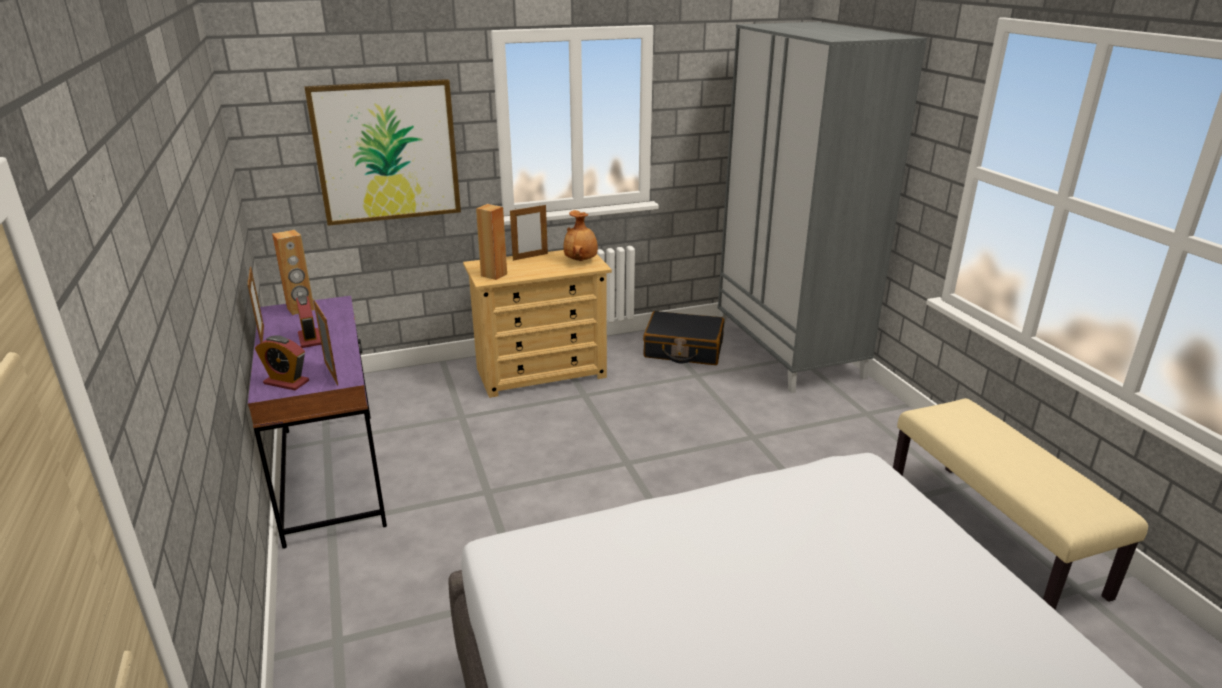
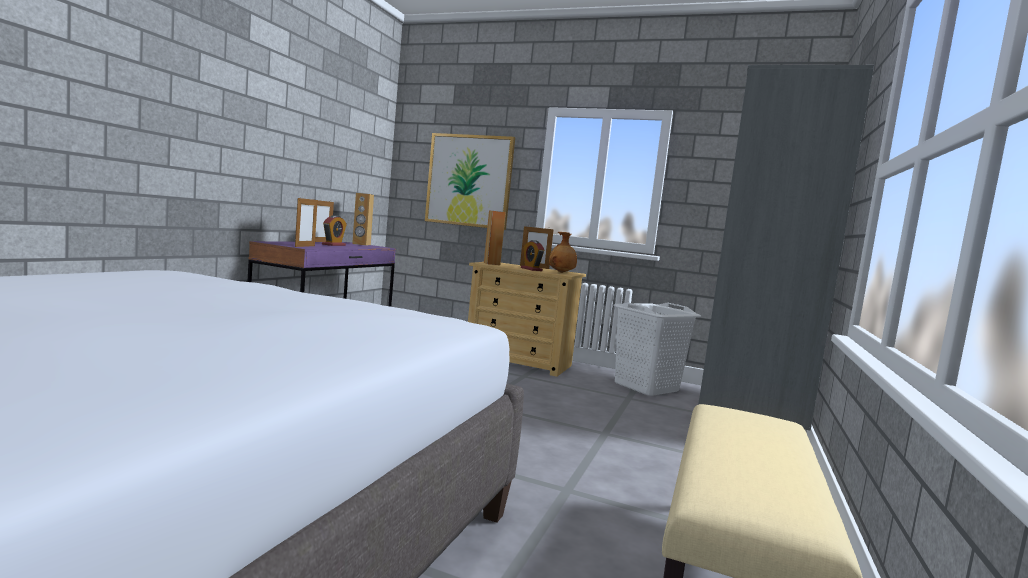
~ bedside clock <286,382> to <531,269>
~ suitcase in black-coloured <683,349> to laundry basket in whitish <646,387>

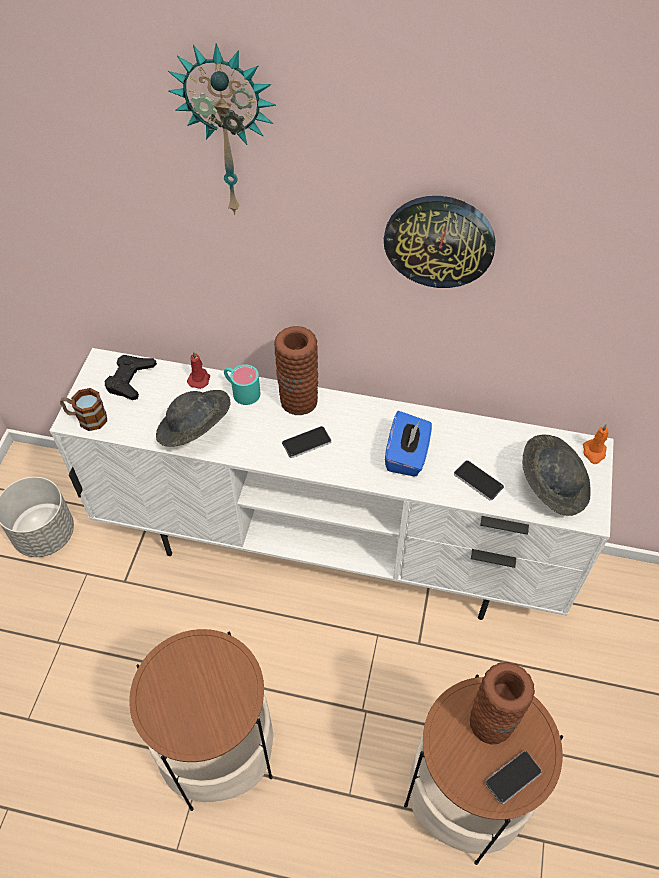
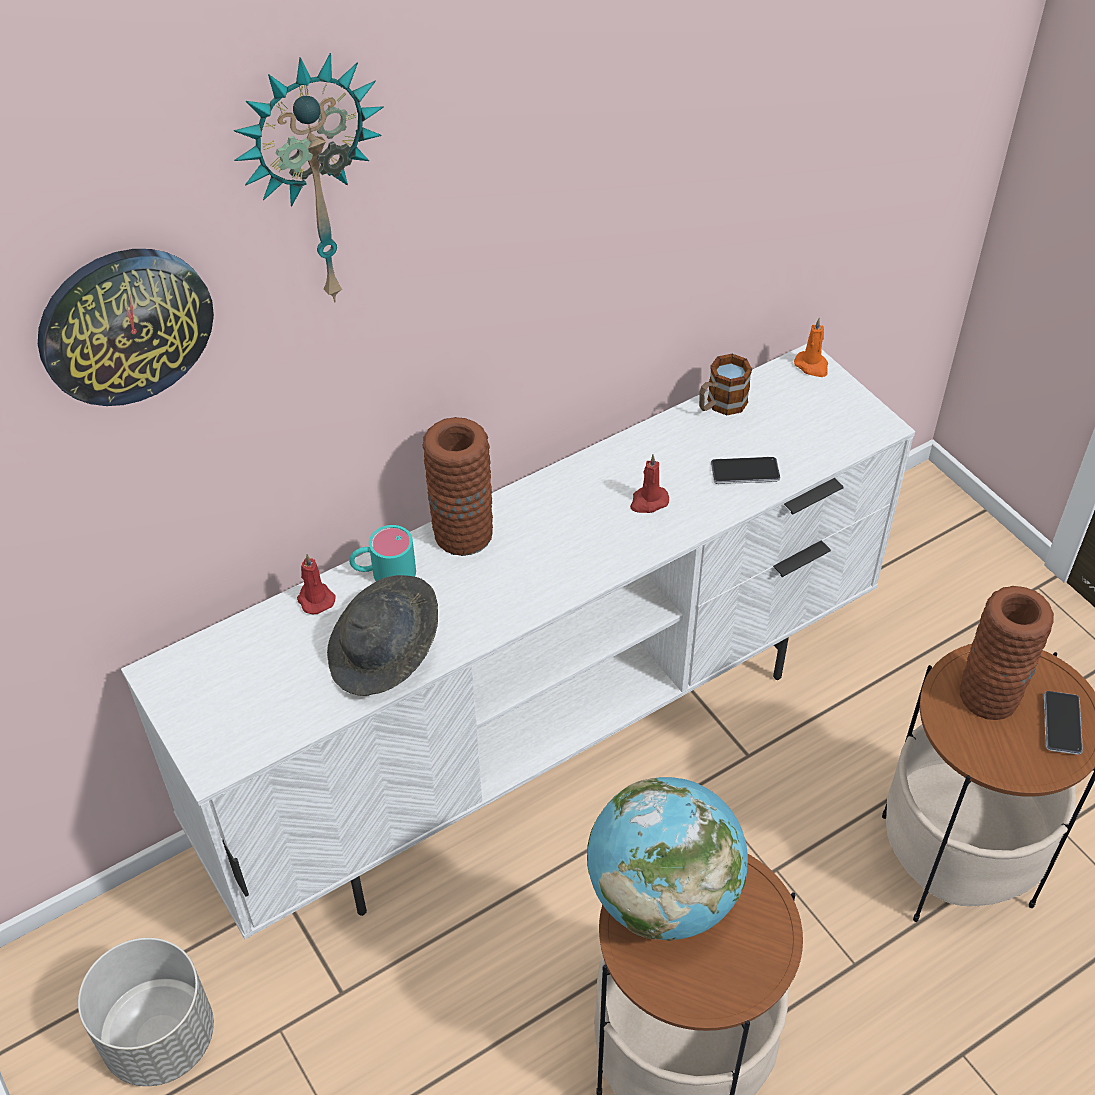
~ coffee mug <86,418> to <720,405>
- joypad in black-coloured <130,380>
- telephone <306,442>
~ wall clock <439,241> to <125,325>
~ tissue holder in blue-coloured <407,456> to candle in reddish <648,501>
- wearable hat in grey <552,485>
+ globe <663,896>

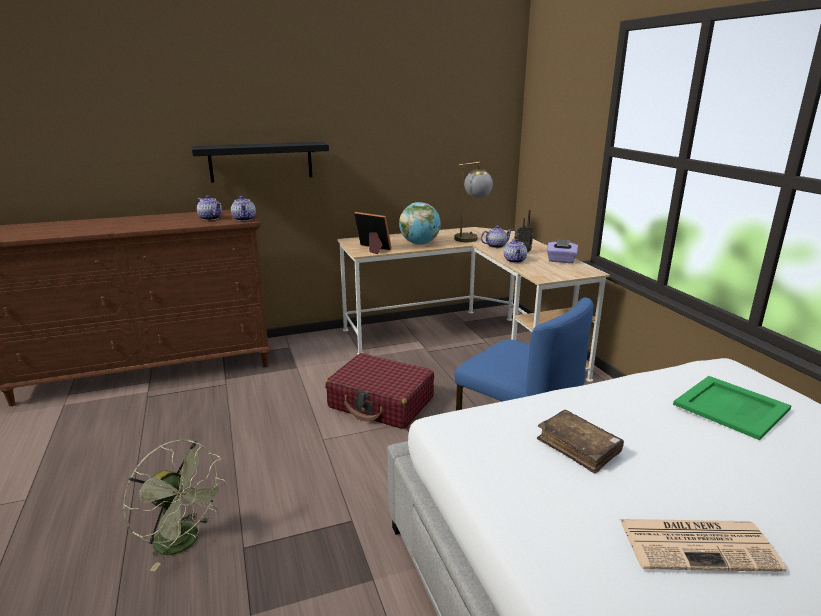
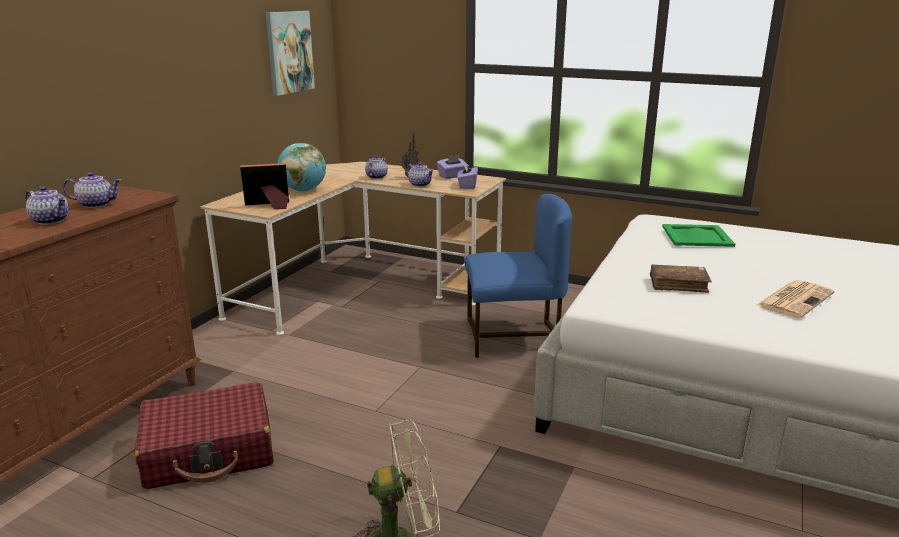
- bracket shelf in black-coloured <261,161>
~ teapot <245,219> to <51,220>
~ suitcase in reddish <381,403> to <209,451>
- table lamp <471,237>
+ picture <289,52>
+ tissue holder in purplish <467,186>

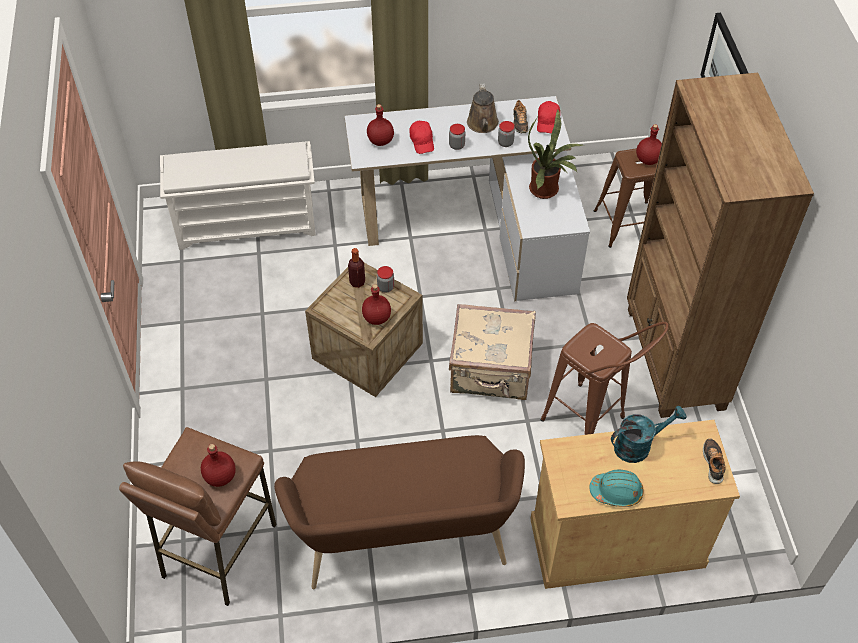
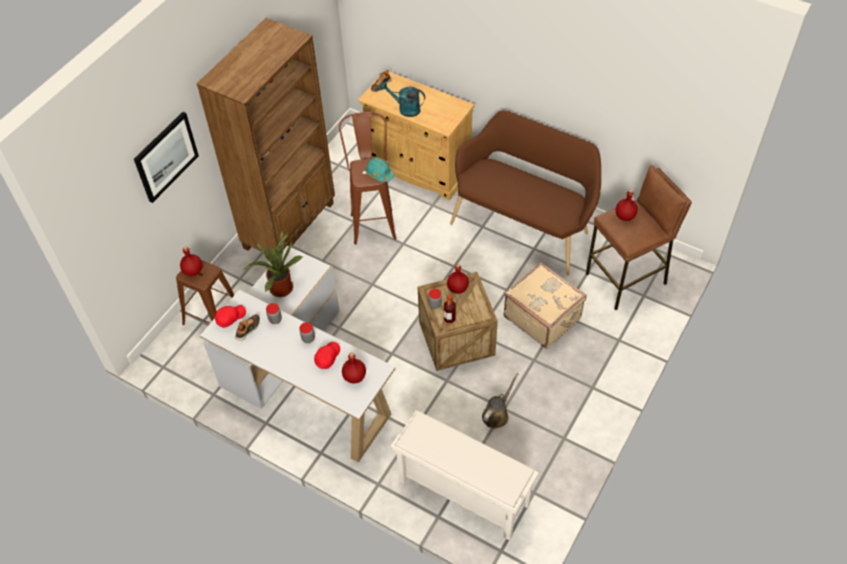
~ suitcase in sand-coloured <491,370> to <542,317>
~ sprinkling can in brownish <483,125> to <497,414>
~ work helmet in blue-green <616,492> to <379,173>

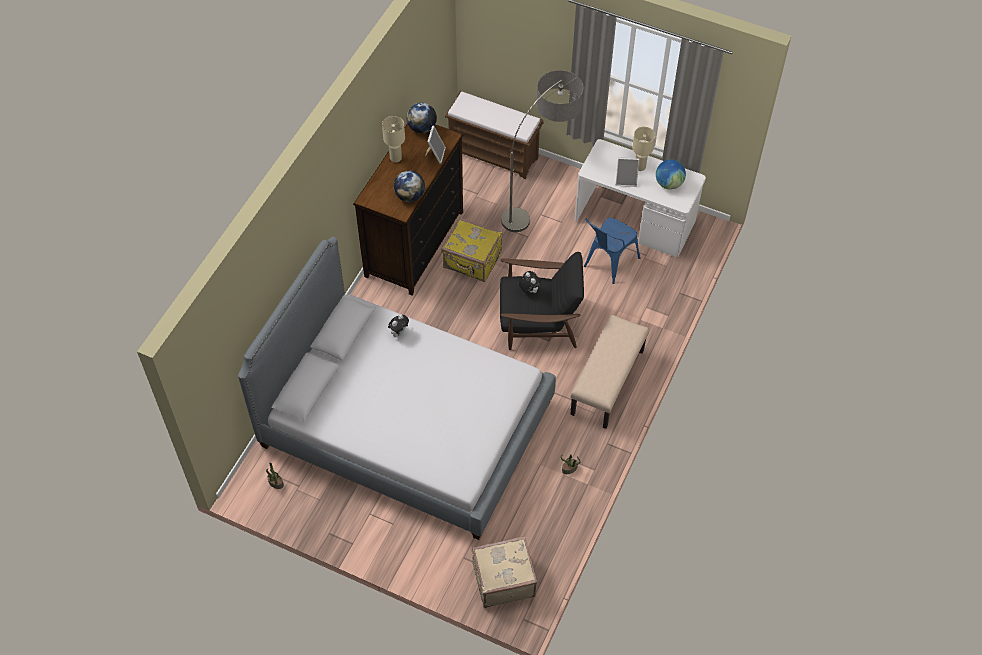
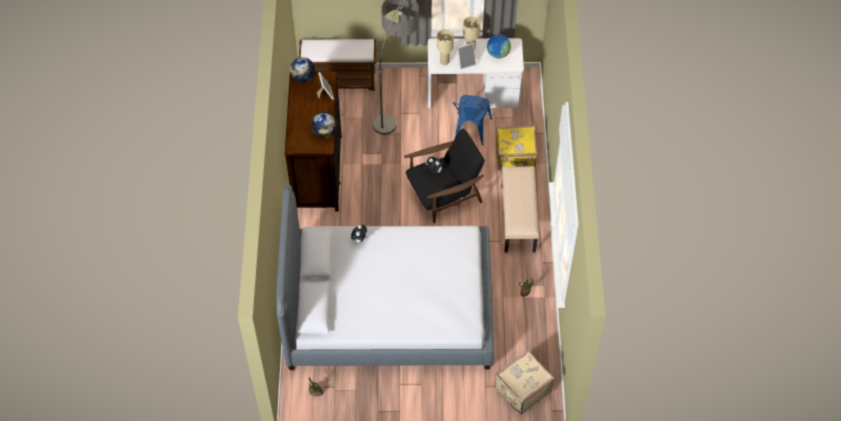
~ table lamp in sand-coloured <395,158> to <444,61>
~ suitcase in yellowish <472,261> to <515,157>

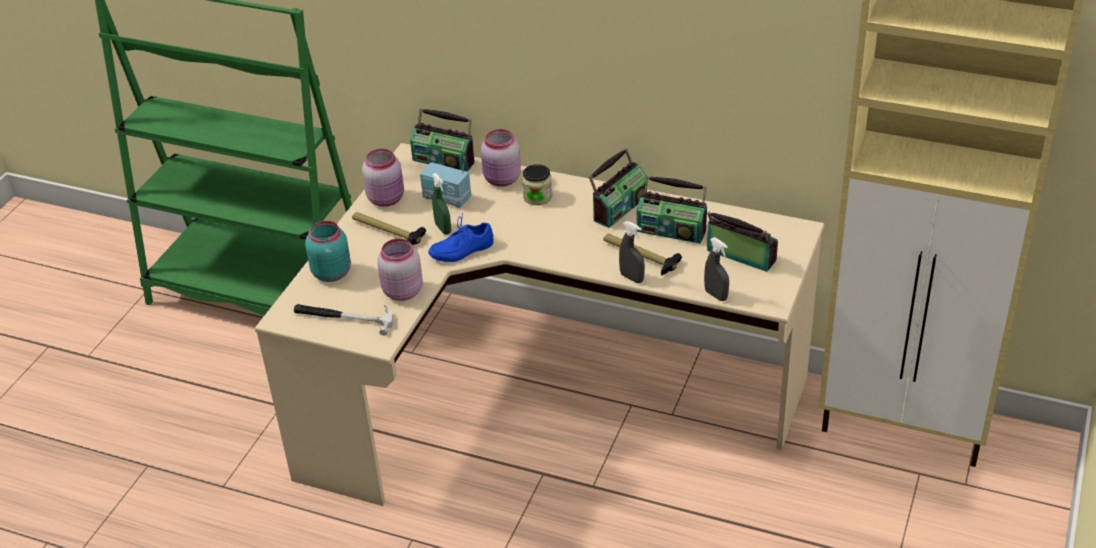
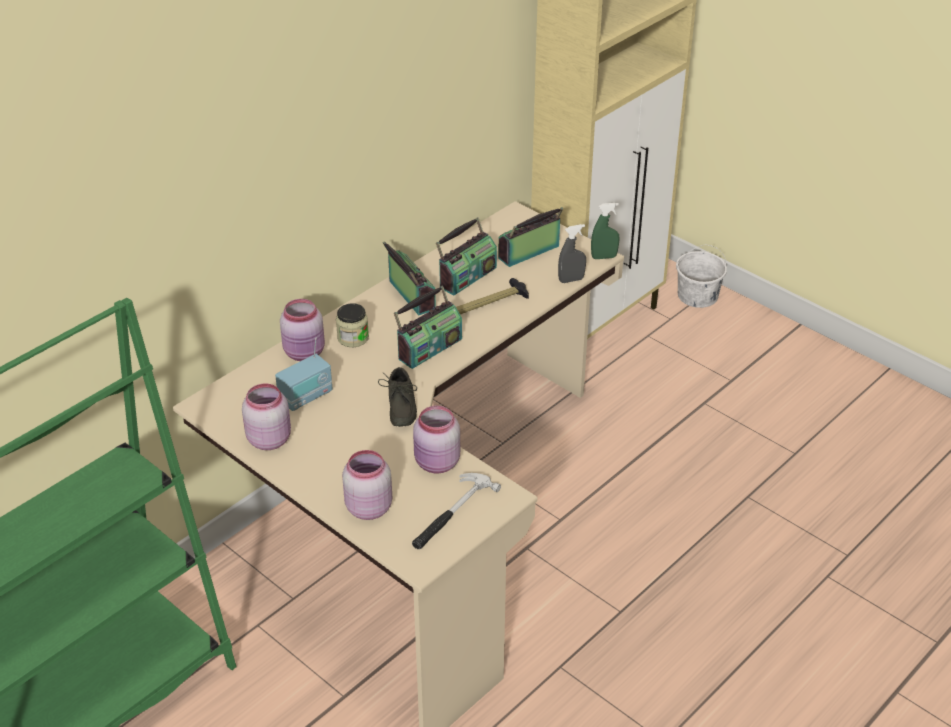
~ storage jar in blue-green <332,272> to storage jar in pink-coloured <367,507>
- hammer <386,232>
~ radio receiver <444,160> to <429,348>
~ low shoe in blue-coloured <460,250> to low shoe in grey <399,408>
~ sprayer in green <443,228> to <604,257>
- sprayer in grey <632,278>
+ pail in whitish <698,296>

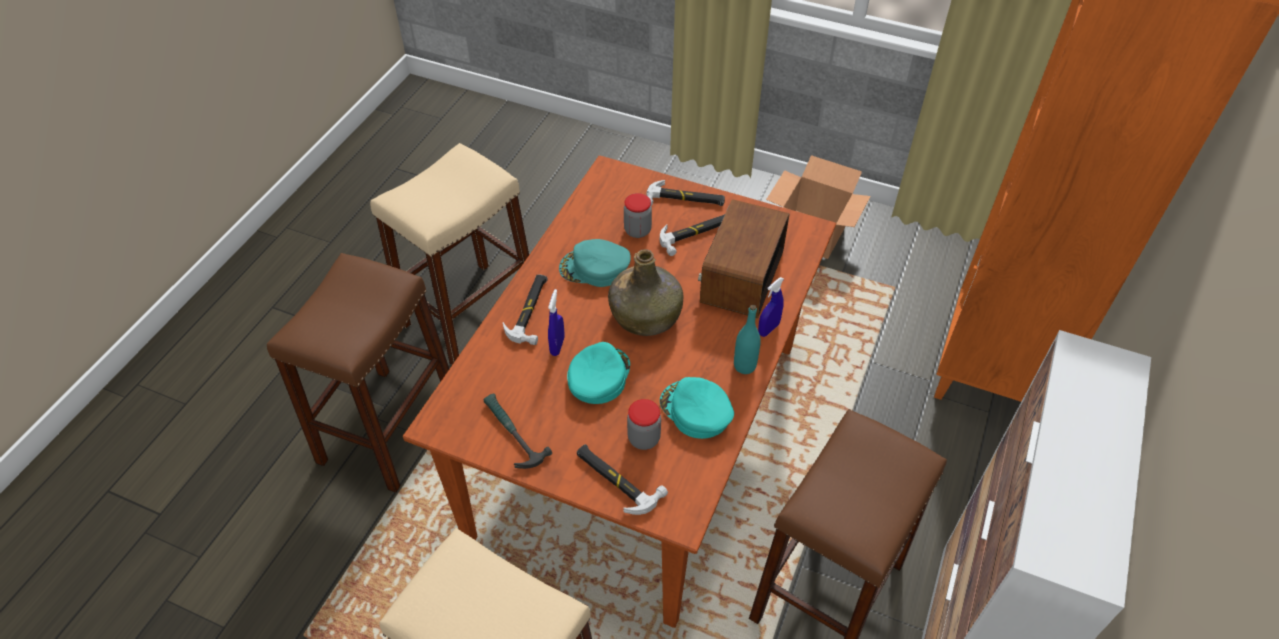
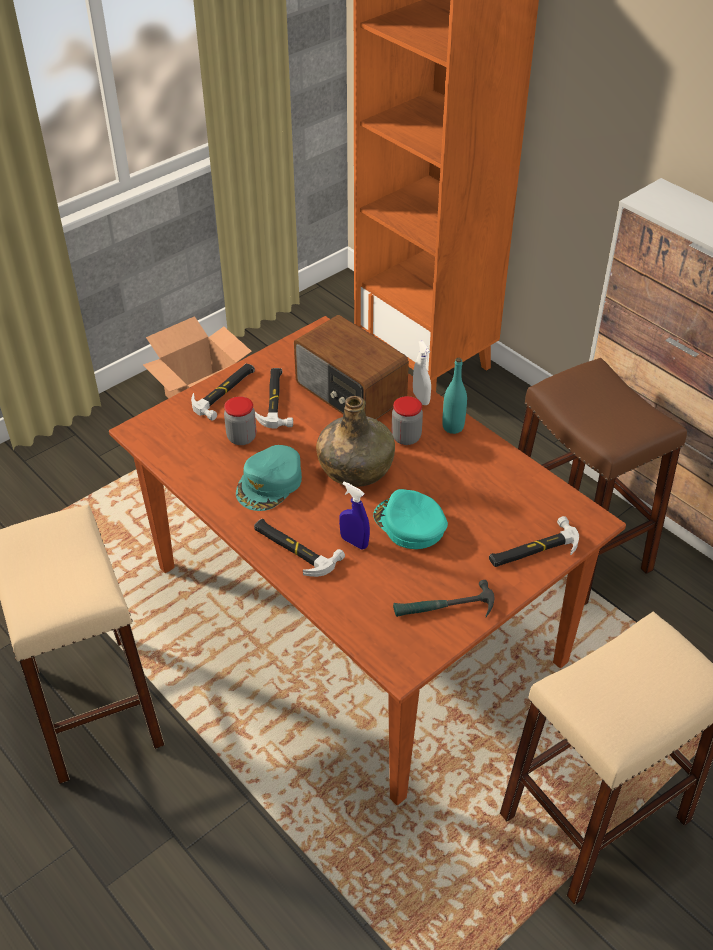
- sitting stool in brownish <389,428>
~ storage jar <644,438> to <406,437>
- baseball cap in blue-green <696,411>
~ sprayer in blue-coloured <768,329> to sprayer in whitish <421,398>

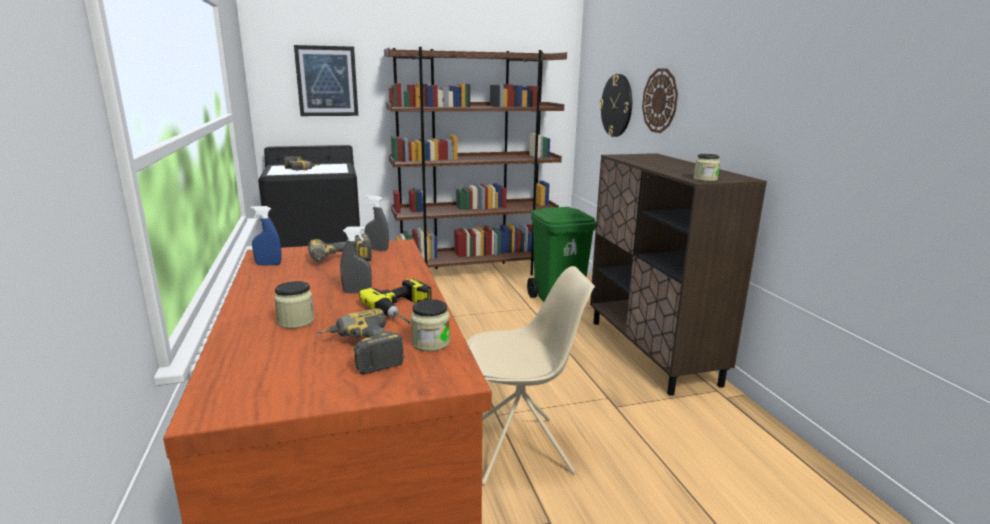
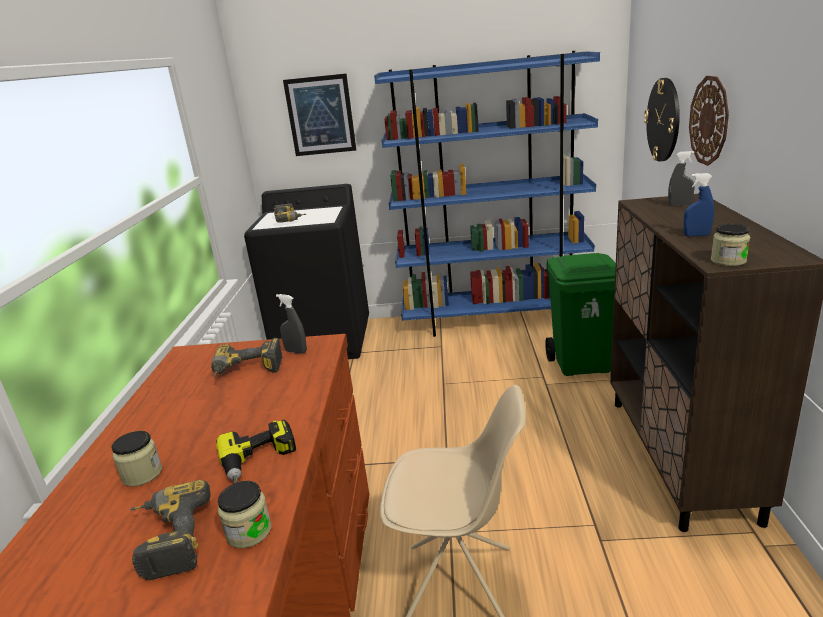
~ sprayer in blue-coloured <268,264> to <696,235>
~ sprayer in grey <357,292> to <679,205>
~ shelving unit in brownish <475,272> to shelving unit in blue-coloured <495,320>

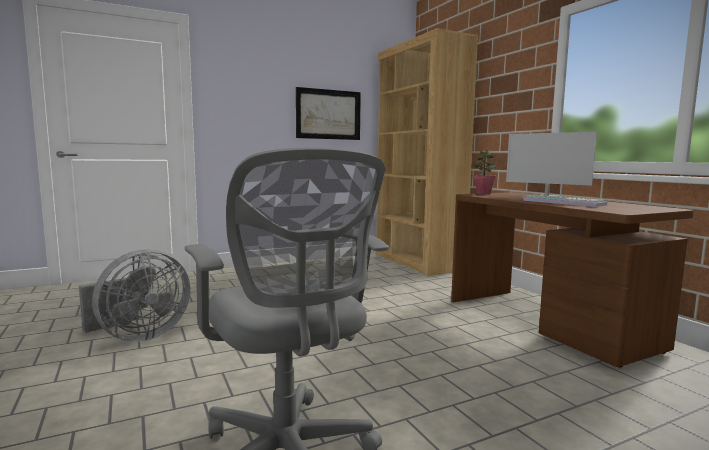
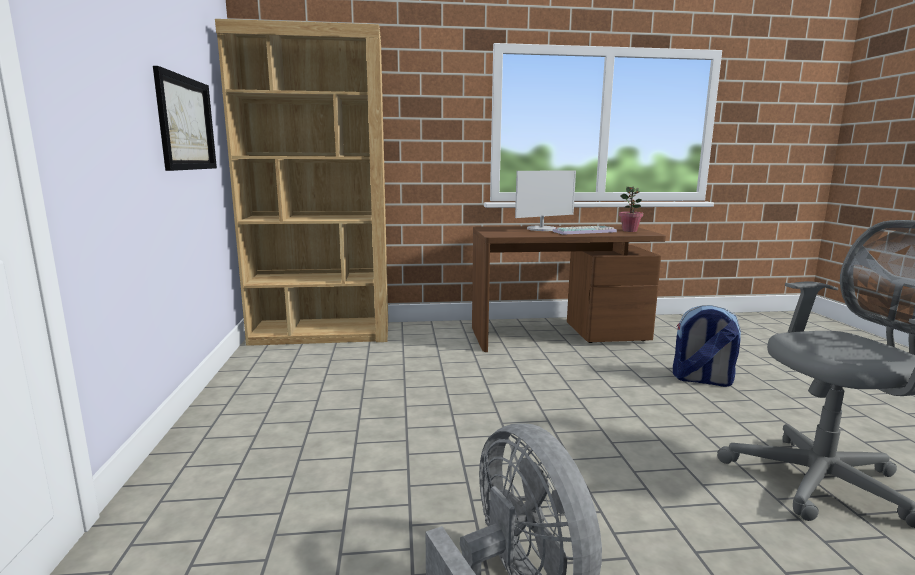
~ potted plant <483,193> to <629,231>
+ backpack <701,380>

